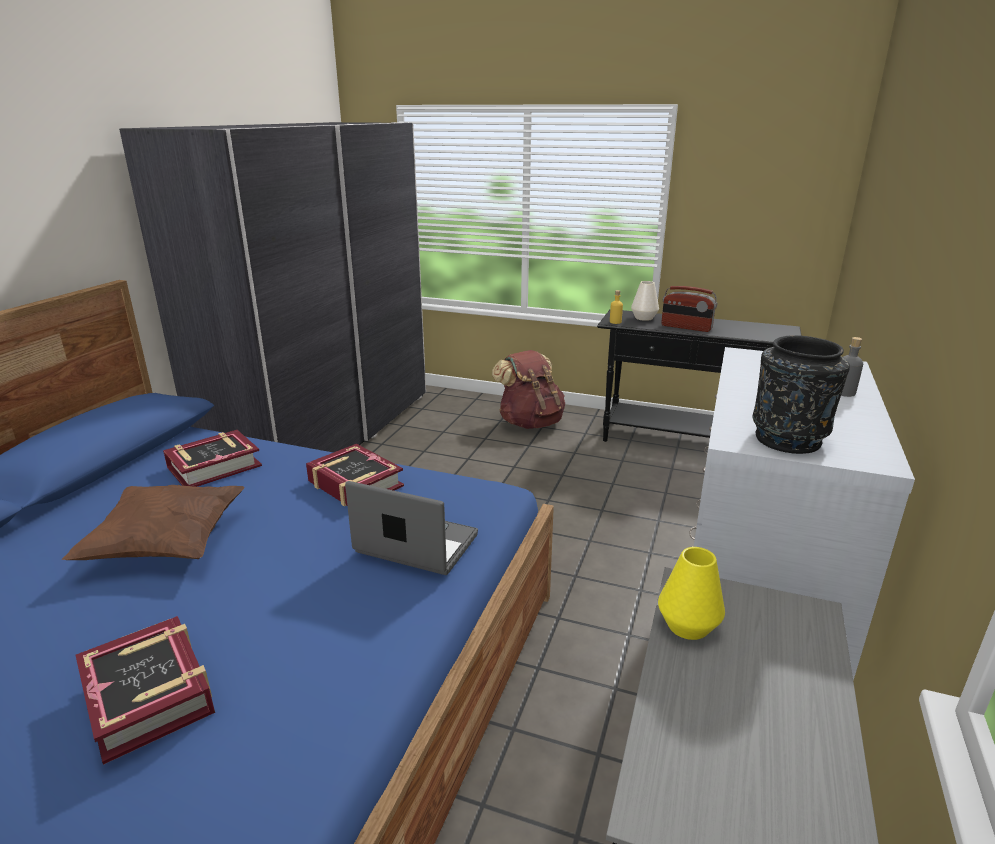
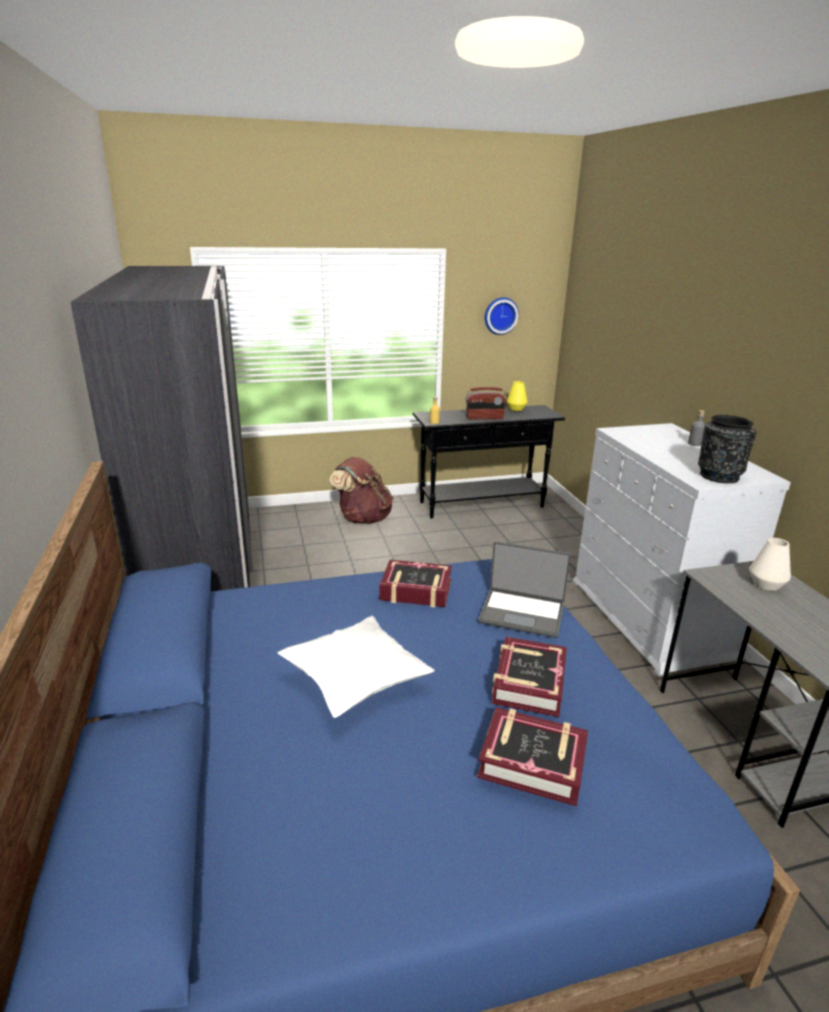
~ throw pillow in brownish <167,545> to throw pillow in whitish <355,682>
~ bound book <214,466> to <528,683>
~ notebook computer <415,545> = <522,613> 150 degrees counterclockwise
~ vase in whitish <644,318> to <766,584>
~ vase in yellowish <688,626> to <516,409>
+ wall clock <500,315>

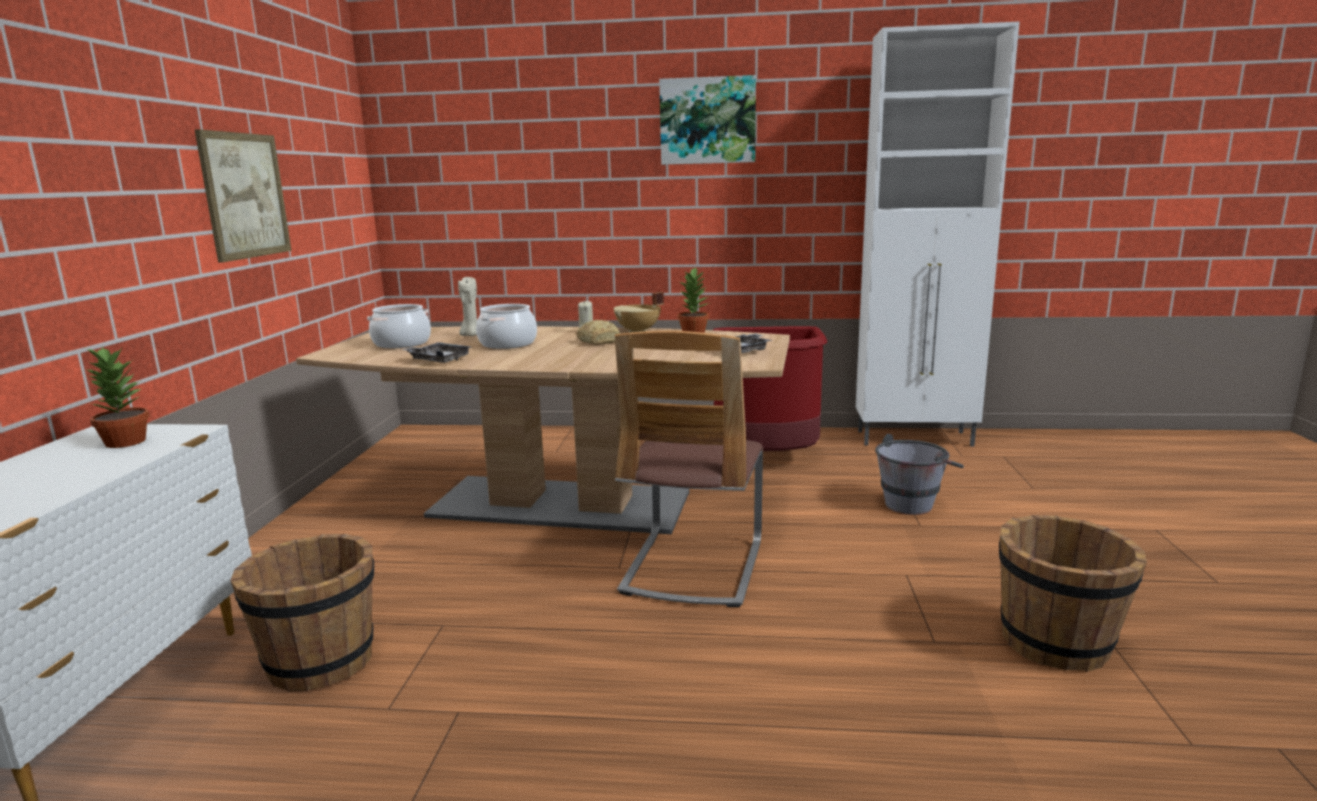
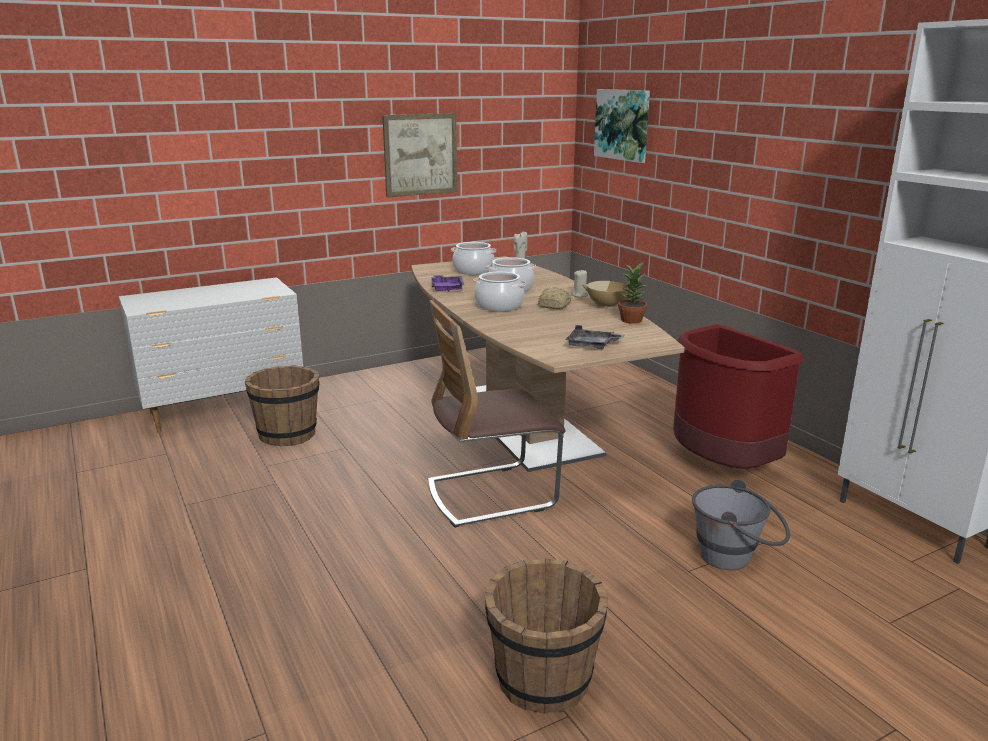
- potted plant <125,442>
~ tray in grey <439,360> to tray in purplish <447,288>
~ picture <707,121> to <623,124>
+ cooking pot <499,306>

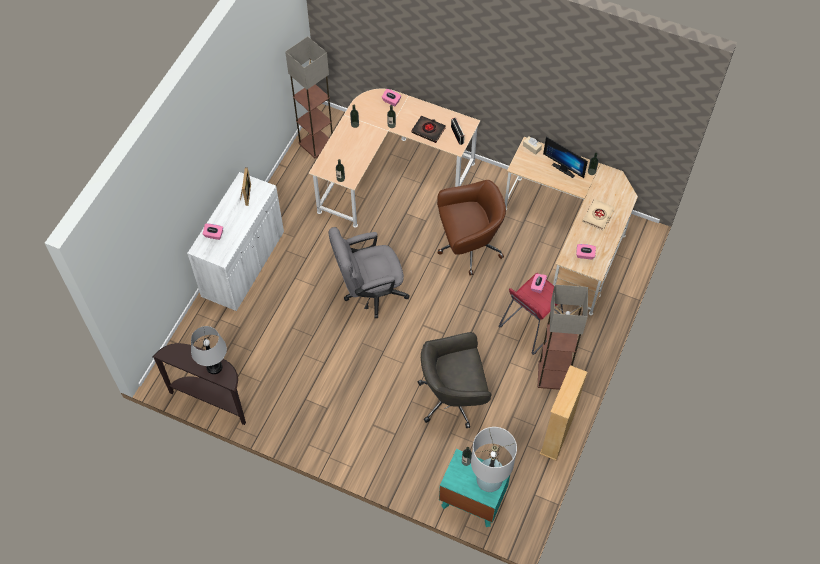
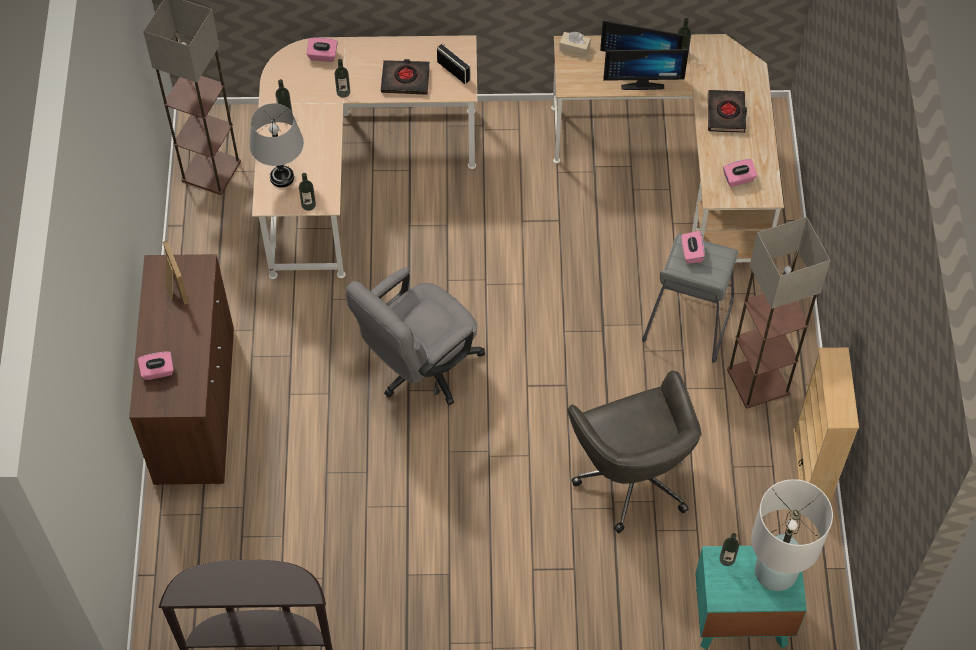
~ storage cabinet in whitish <243,264> to storage cabinet in brownish <195,406>
~ table lamp in grey <214,367> to <282,177>
~ office chair in grey <453,397> = <632,475> 75 degrees counterclockwise
- office chair in brownish <468,247>
~ sitting stool in reddish <531,326> to sitting stool in grey <688,321>
~ bound book in sand-coloured <598,216> to bound book in black-coloured <726,114>
+ computer screen <642,82>

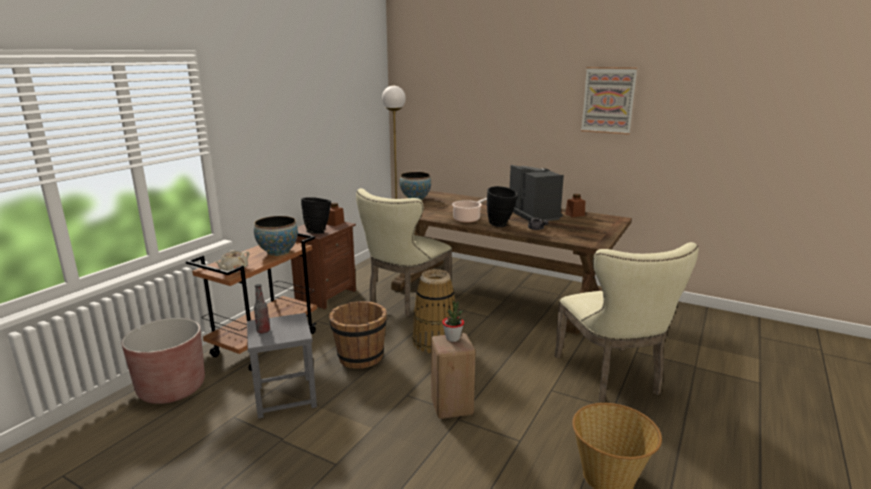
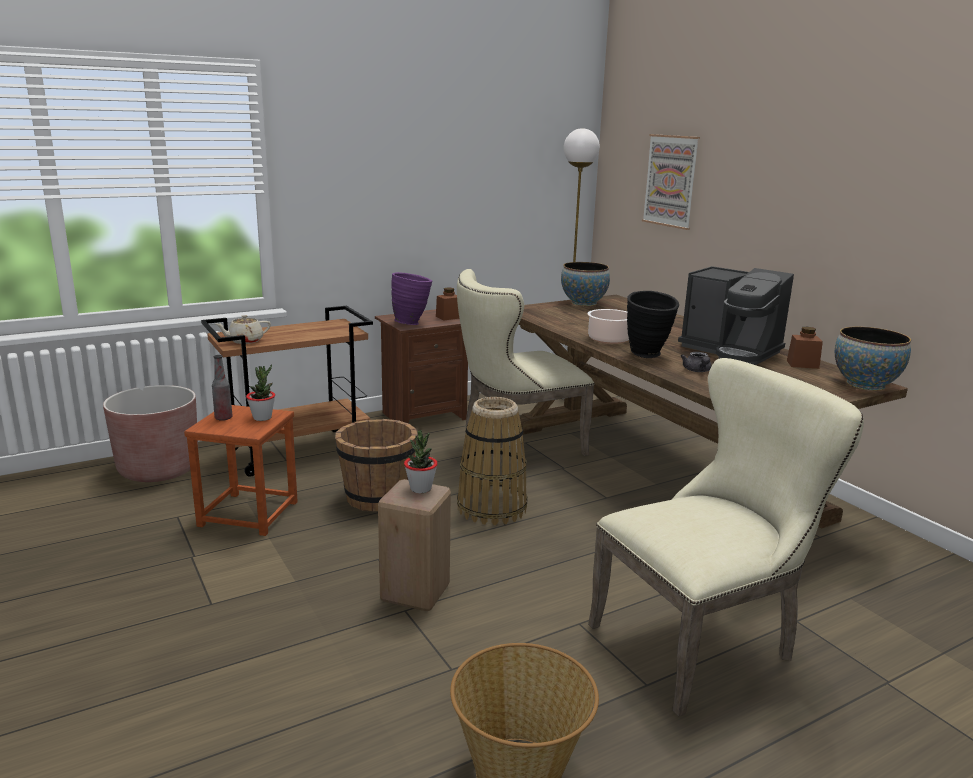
~ sitting stool in grey <285,397> to sitting stool in brownish <248,514>
~ serving bowl <278,252> to <865,385>
~ vase in black-coloured <318,232> to vase in purplish <412,323>
~ coffee brewer <534,214> = <731,351> 120 degrees clockwise
~ upright chair in sand-coloured <612,377> = <702,642> 135 degrees counterclockwise
~ picture <608,100> to <671,181>
+ potted plant <262,417>

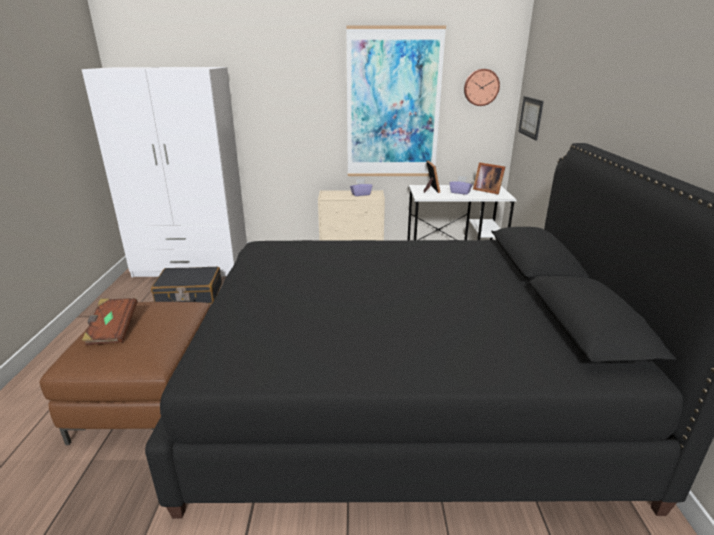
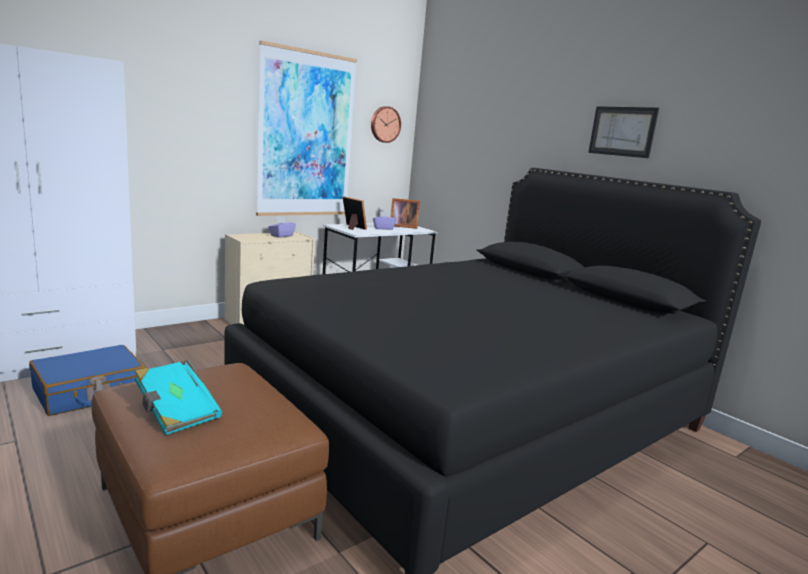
~ bound book in brownish <112,330> to bound book in blue-green <176,412>
~ suitcase in black-coloured <189,294> to suitcase in blue-coloured <90,392>
~ picture <531,117> to <622,131>

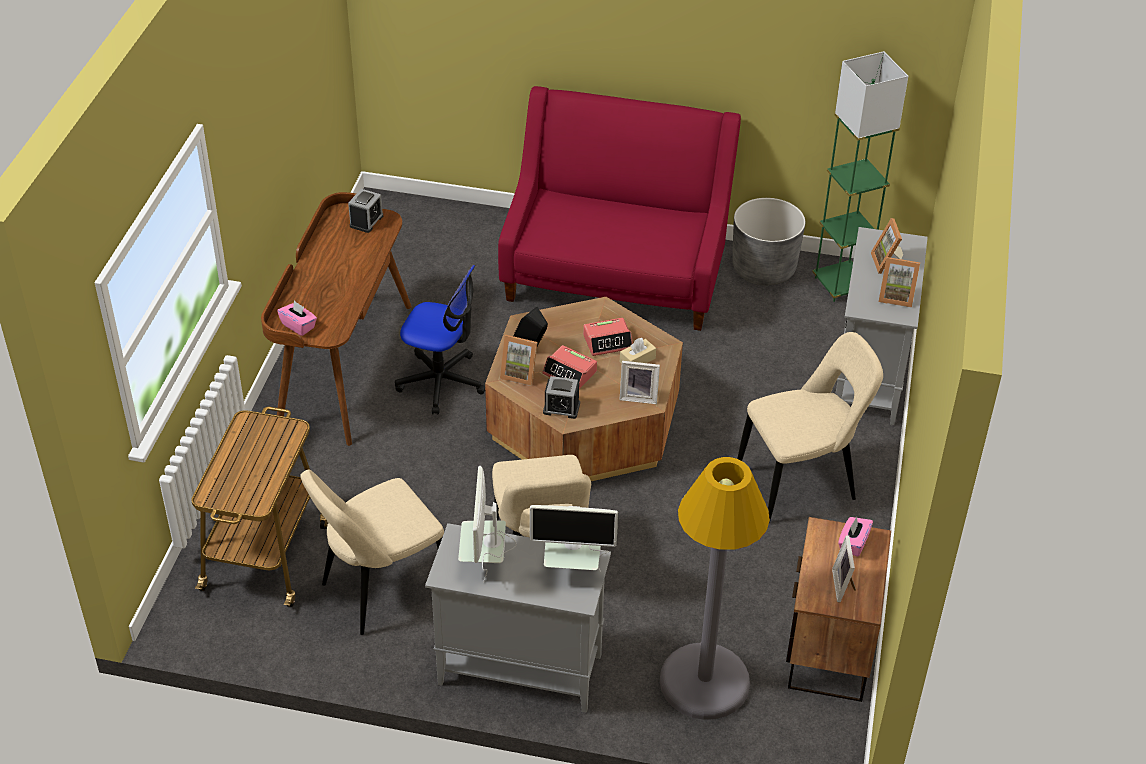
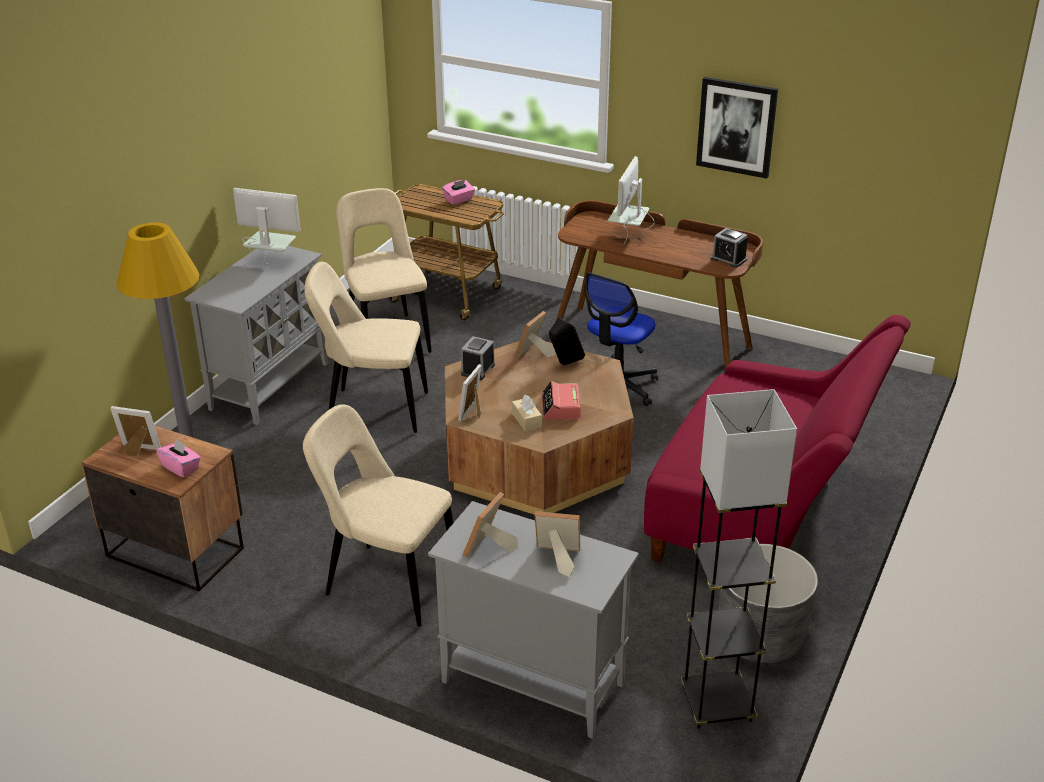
~ tissue holder in pink-coloured <298,326> to <459,200>
~ computer screen <573,569> to <629,235>
- bedside clock <570,373>
~ upright chair in sand-coloured <801,483> = <387,582> 120 degrees clockwise
~ standard lamp in green <841,285> to standard lamp in grey <717,705>
+ picture <736,127>

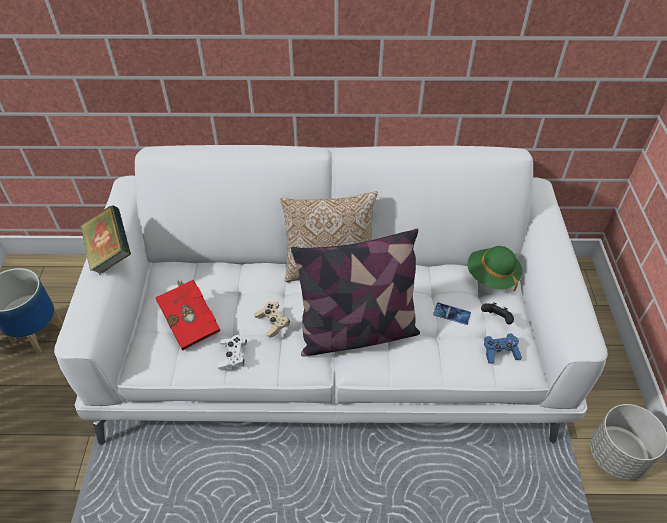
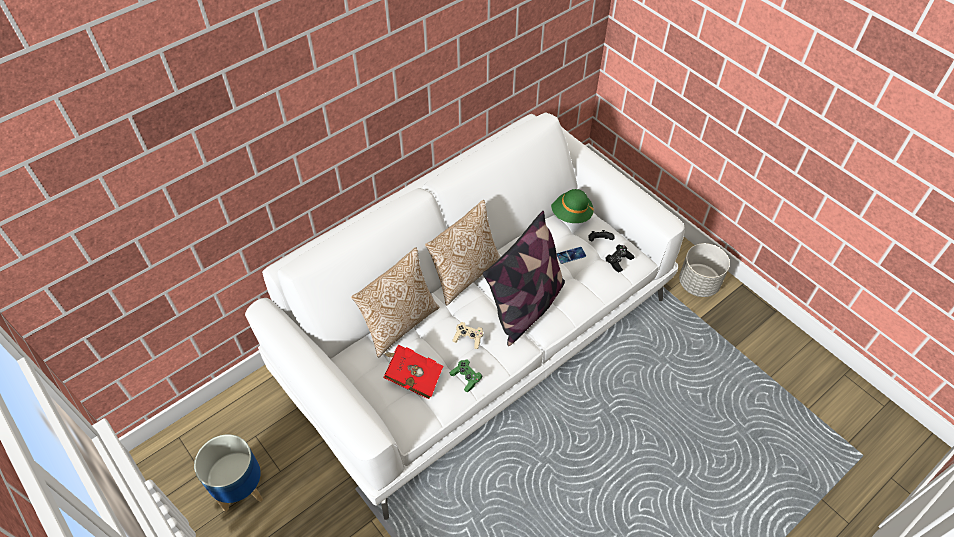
- bound book <110,253>
~ joypad in whitish <233,356> to joypad in green <466,378>
~ joypad in blue-coloured <500,352> to joypad in black-coloured <618,261>
+ throw pillow <399,323>

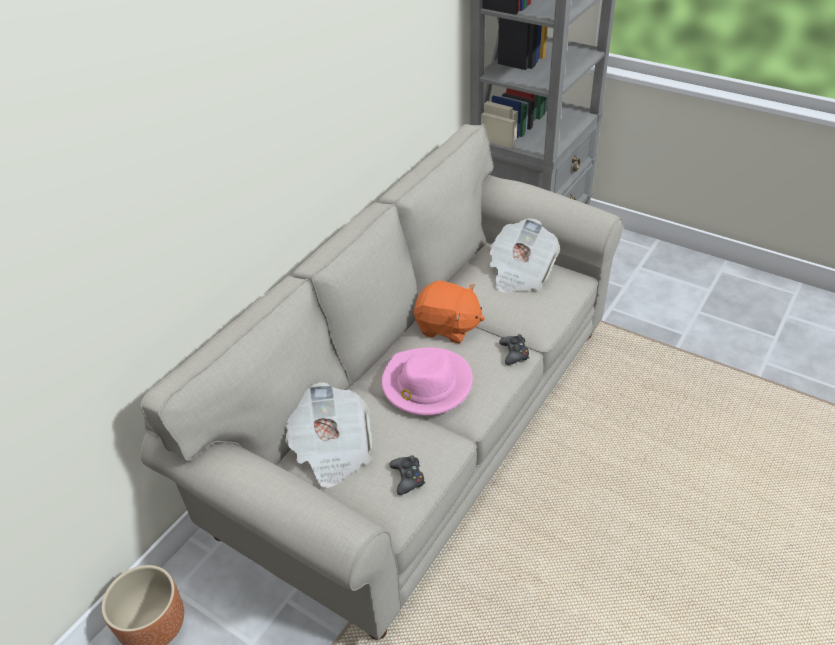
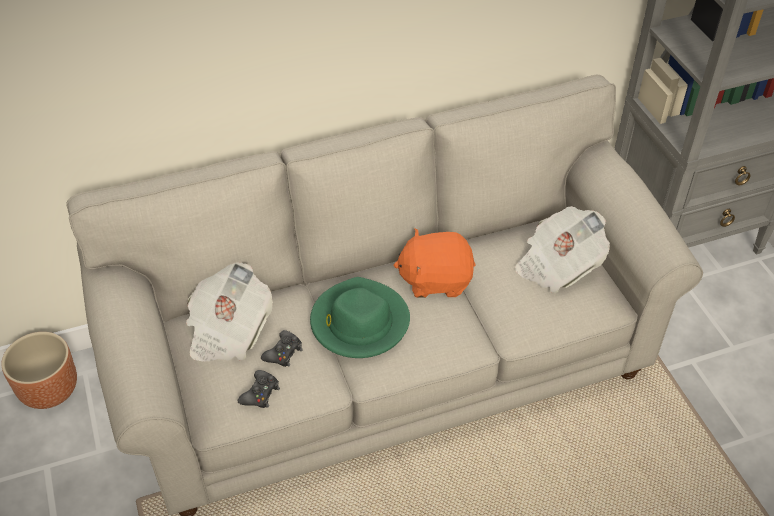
~ wearable hat in pink-coloured <426,385> to wearable hat in green <359,322>
~ plush toy in orangey <448,327> = <435,280> 120 degrees clockwise
~ joypad in black-coloured <514,353> to <283,353>

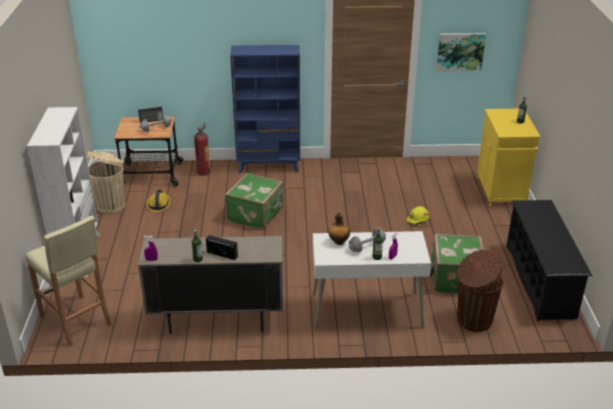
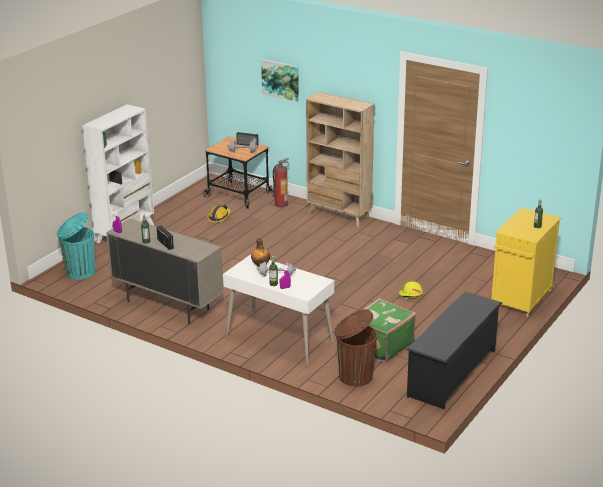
~ sitting stool in sand-coloured <76,321> to trash can in blue-green <79,272>
- trash can in sand-coloured <111,205>
- suitcase in green <256,215>
~ shelving unit in blue-coloured <269,166> to shelving unit in sand-coloured <339,216>
~ picture <460,51> to <281,79>

